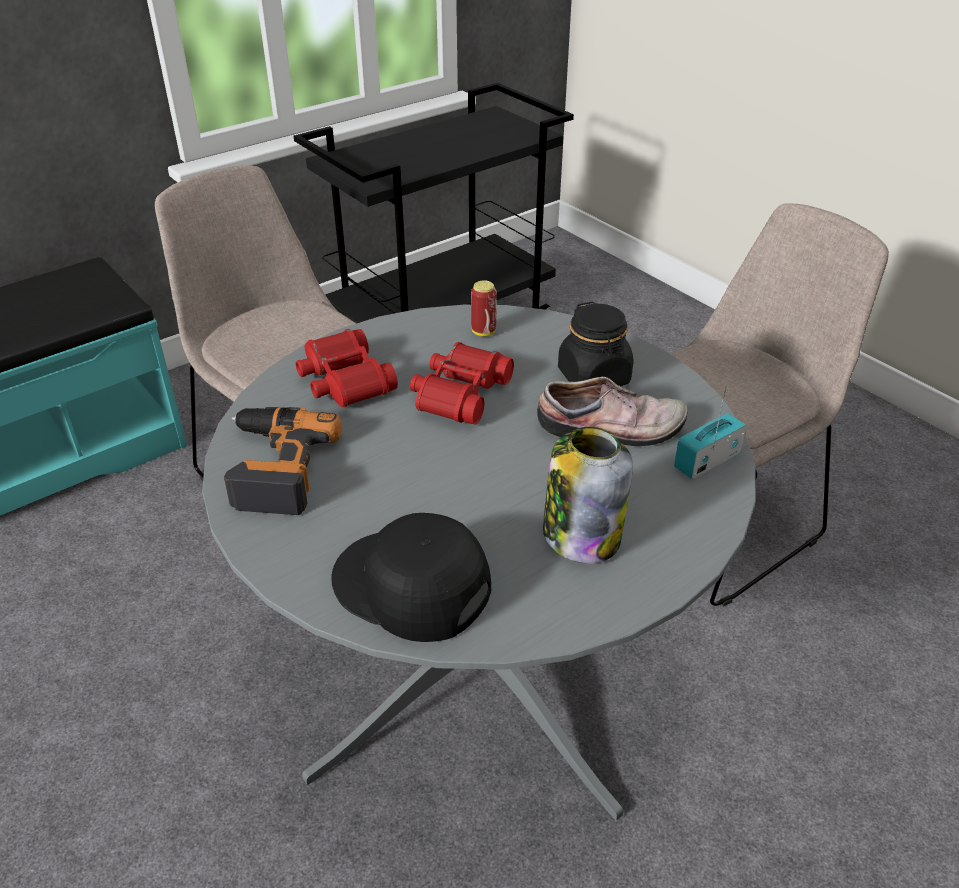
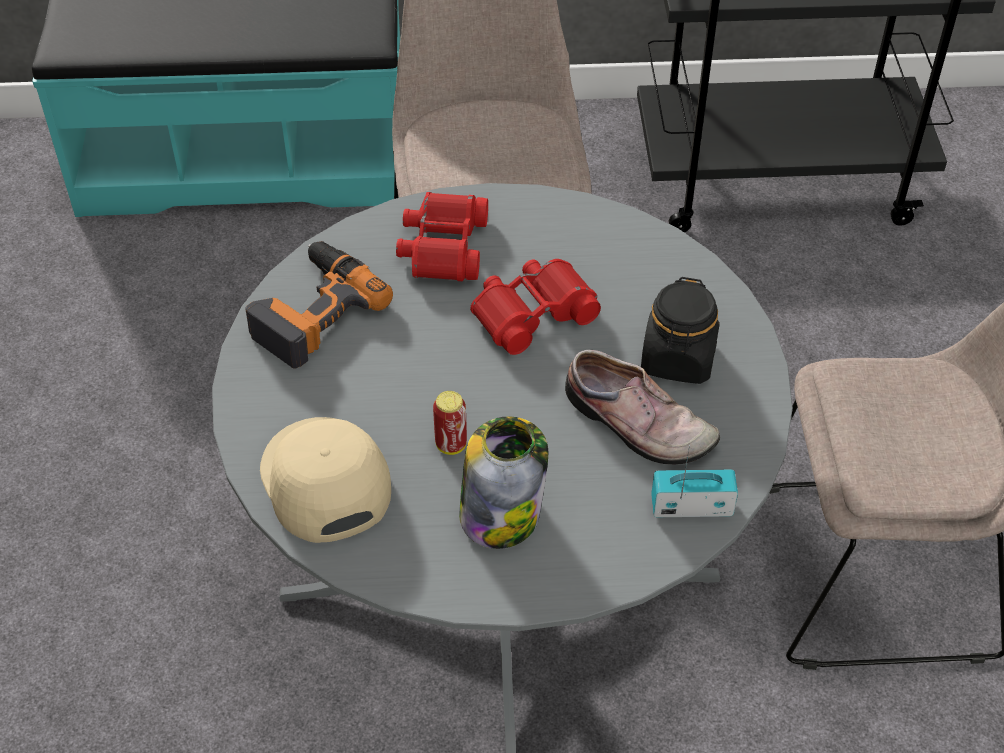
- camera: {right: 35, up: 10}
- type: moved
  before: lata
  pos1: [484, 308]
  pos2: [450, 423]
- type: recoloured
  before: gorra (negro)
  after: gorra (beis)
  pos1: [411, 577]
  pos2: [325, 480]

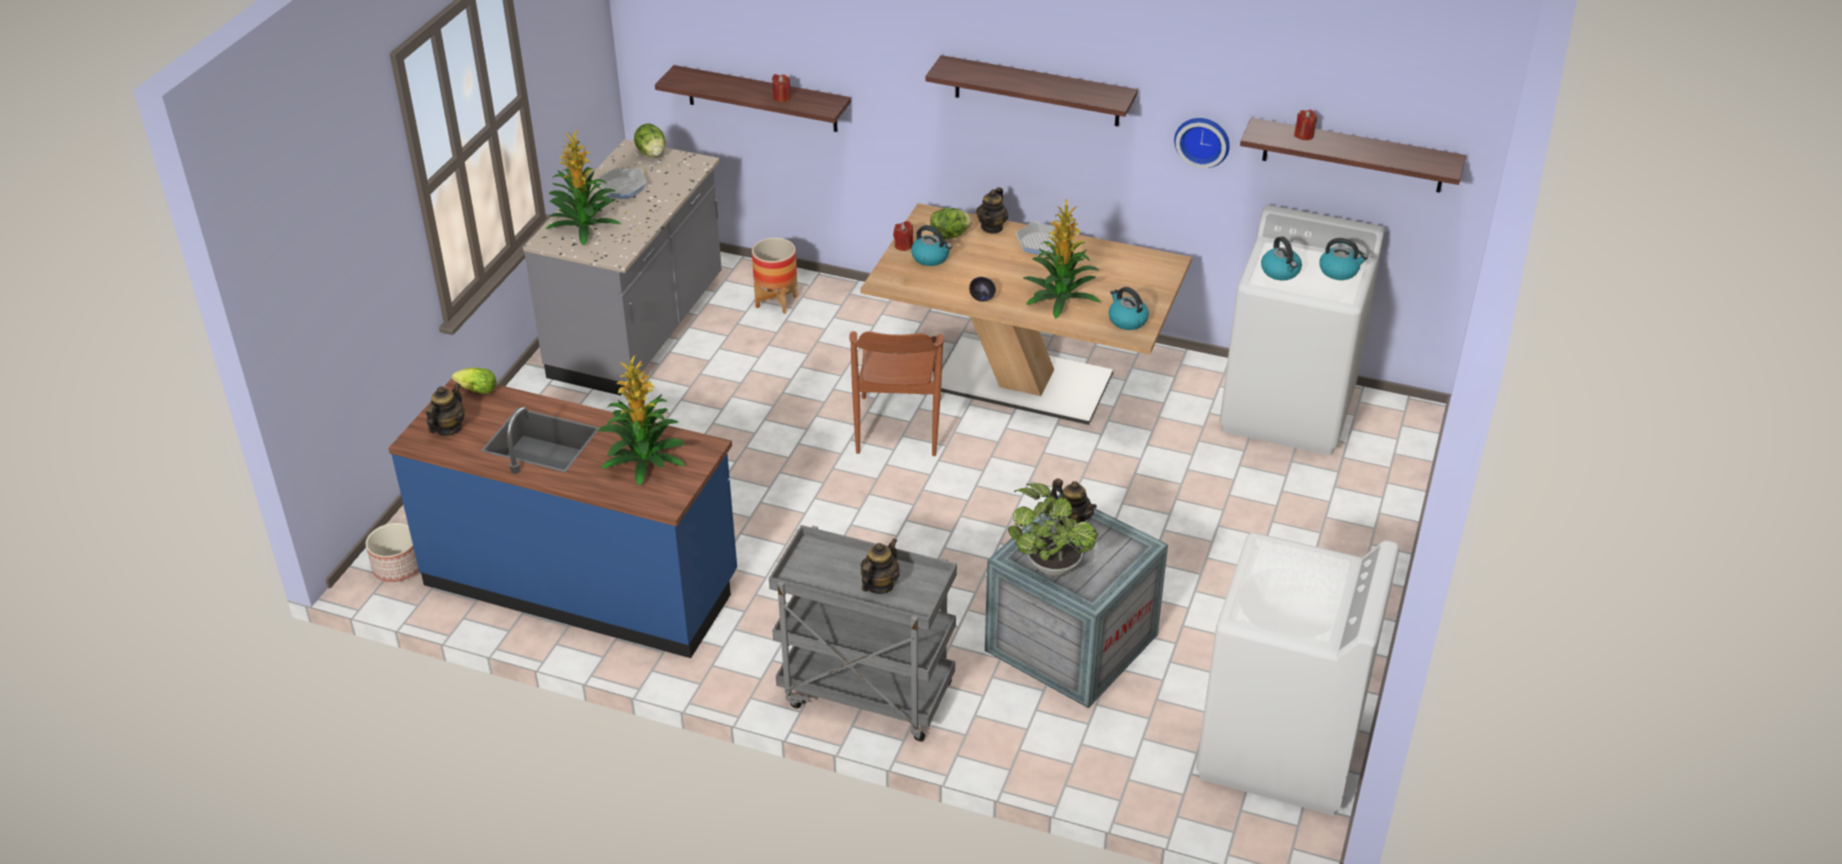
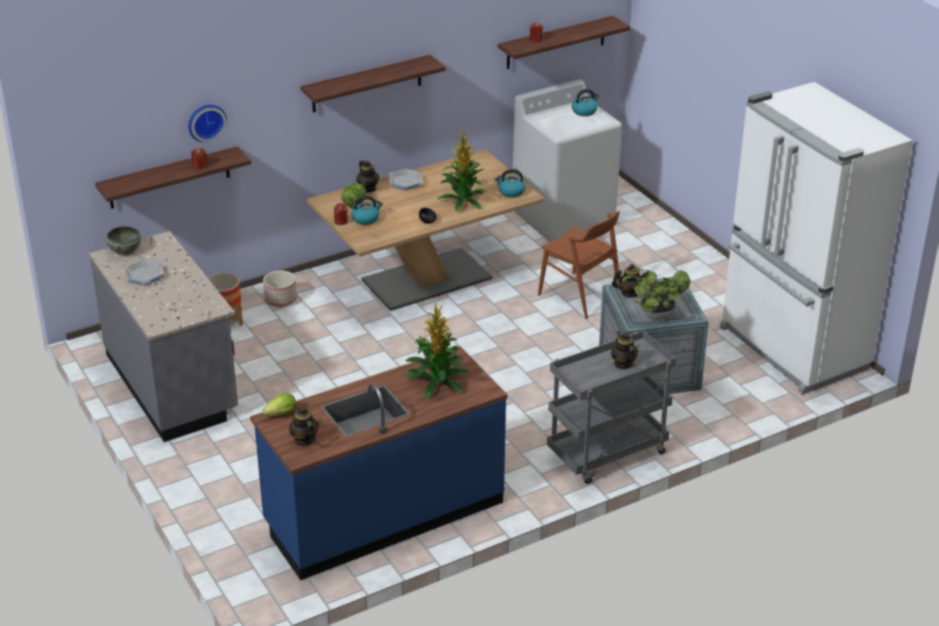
- camera: {right: -50, up: -5}
- type: moved
  before: reloj de pared
  pos1: [1202, 143]
  pos2: [207, 123]
- type: replaced
  before: lechuga
  after: cuenco (gris)
  pos1: [650, 140]
  pos2: [123, 241]
- type: removed
  before: planta en maceta
  pos1: [583, 187]
- type: removed
  before: hervidor
  pos1: [1281, 258]
- type: moved
  before: silla (marrón)
  pos1: [896, 393]
  pos2: [579, 265]
- type: moved
  before: maceta
  pos1: [392, 552]
  pos2: [280, 289]
- type: replaced
  before: lavadora (blanco)
  after: nevera (blanco)
  pos1: [1298, 674]
  pos2: [816, 238]

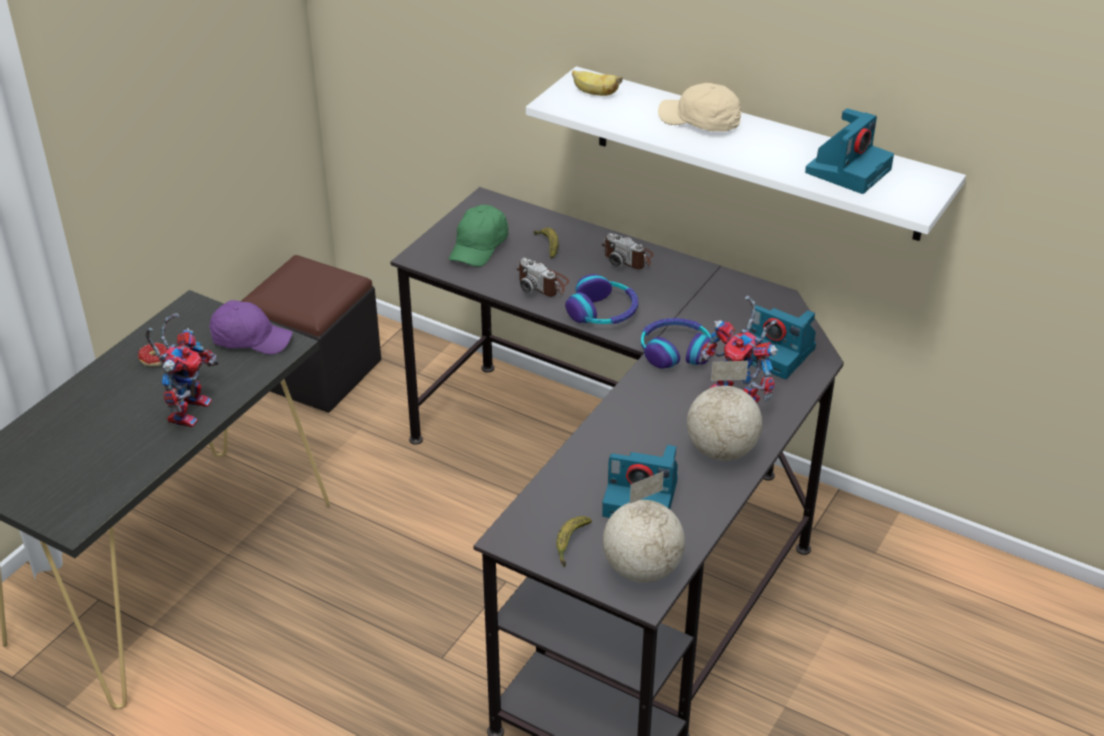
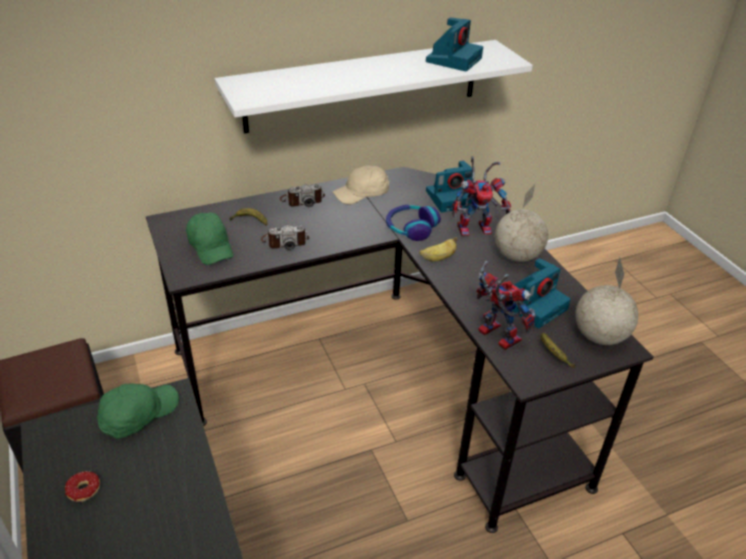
- camera: {right: -55, up: 0}
- type: moved
  before: plátano
  pos1: [597, 83]
  pos2: [438, 249]
- type: moved
  before: gorra (beis)
  pos1: [699, 107]
  pos2: [360, 185]
- type: turned
  before: cámara
  pos1: [849, 151]
  pos2: [454, 44]
  turn: 45
- type: removed
  before: auriculares
  pos1: [601, 299]
- type: recoloured
  before: gorra (morado)
  after: gorra (verde)
  pos1: [251, 327]
  pos2: [138, 411]
- type: moved
  before: robot de juguete
  pos1: [182, 370]
  pos2: [506, 305]

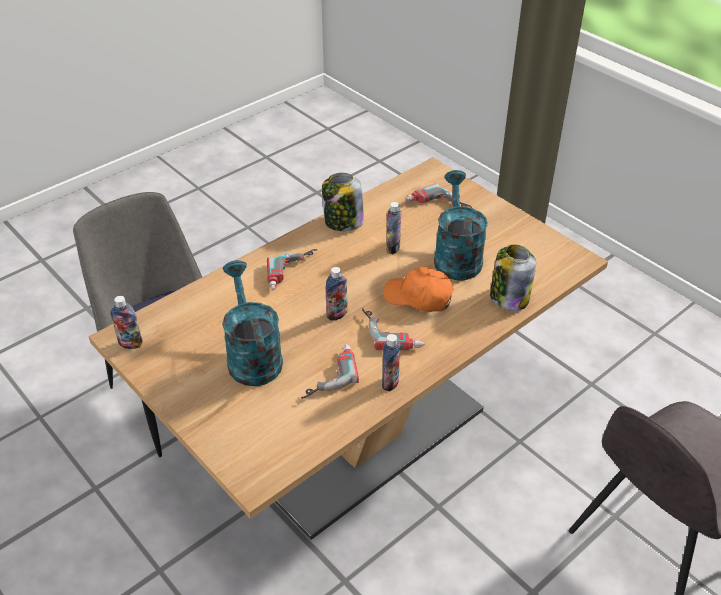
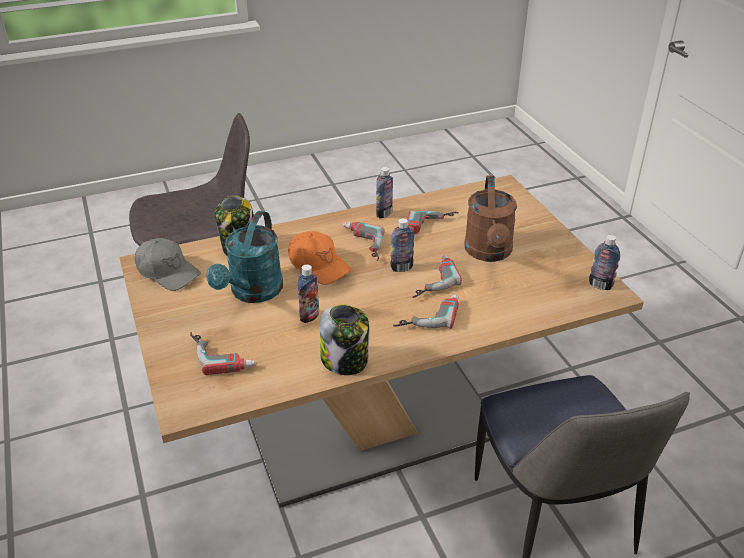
- camera: {right: -160, up: -5}
- type: recoloured
  before: regadera (turquesa)
  after: regadera (marrón)
  pos1: [252, 323]
  pos2: [490, 219]
- type: added
  after: gorra (gris)
  pos2: [168, 264]
- type: added
  after: taladro
  pos2: [437, 276]

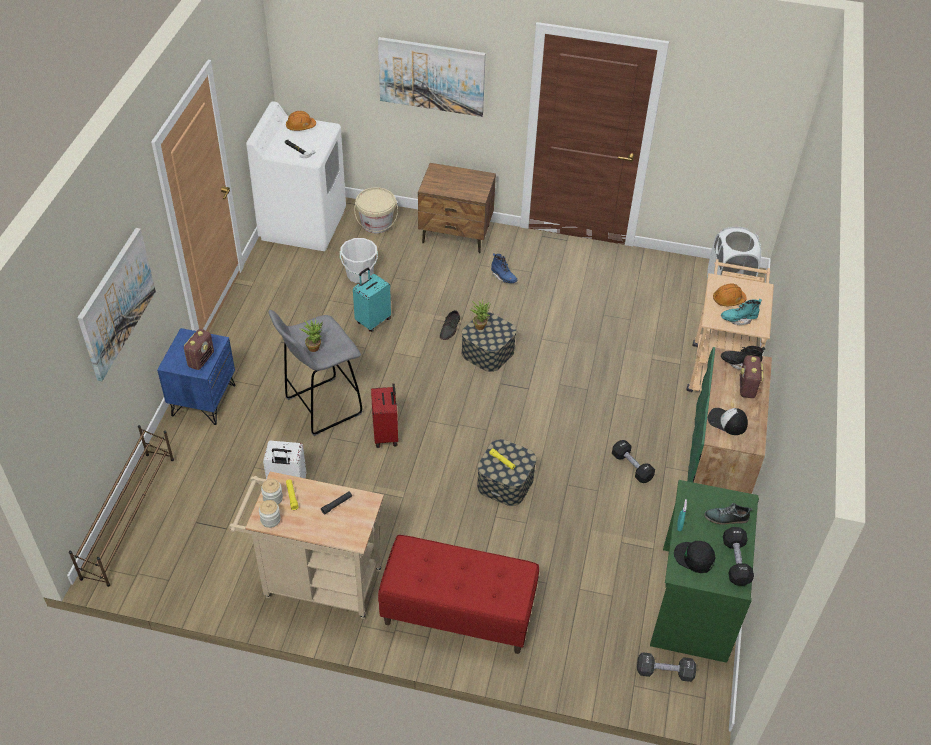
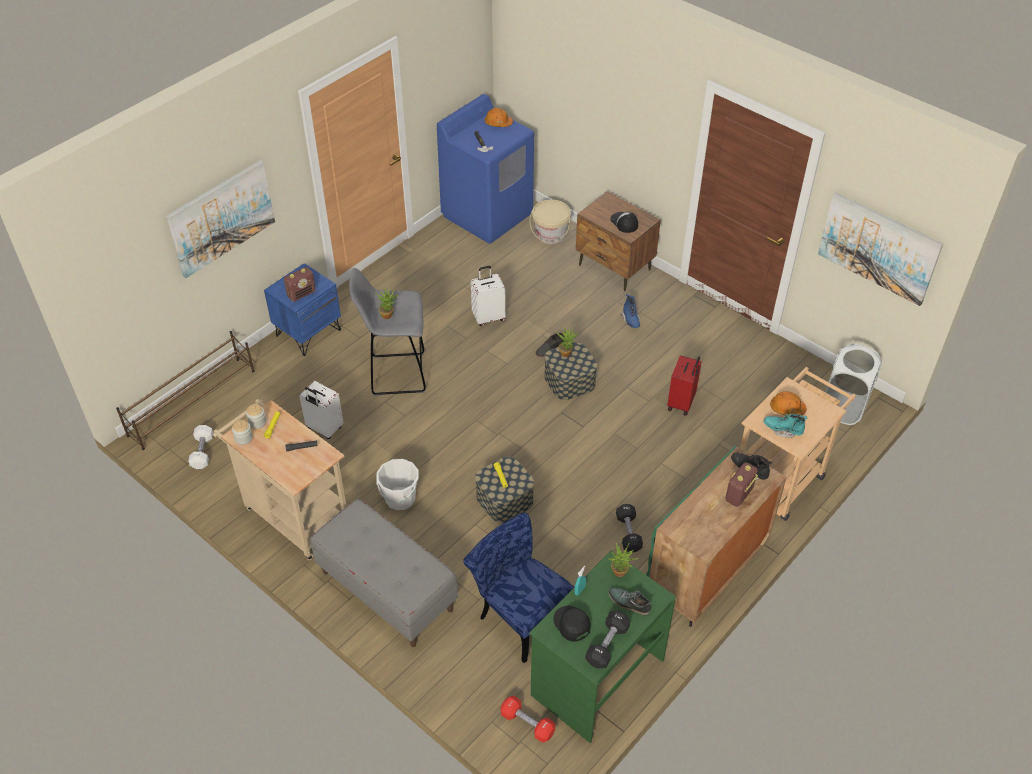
- camera: {right: 30, up: 0}
- type: moved
  before: cuadro
  pos1: [432, 77]
  pos2: [880, 249]
- type: recoloured
  before: lavadora (blanco)
  after: lavadora (azul)
  pos1: [296, 176]
  pos2: [485, 169]
- type: moved
  before: cubo (blanco)
  pos1: [359, 260]
  pos2: [397, 484]
- type: recoloured
  before: maleta (turquesa)
  after: maleta (blanco)
  pos1: [372, 300]
  pos2: [488, 296]
- type: moved
  before: maleta (rojo)
  pos1: [384, 415]
  pos2: [684, 385]
- type: moved
  before: gorra
  pos1: [728, 421]
  pos2: [624, 222]
- type: recoloured
  before: banco (rojo)
  after: banco (gris)
  pos1: [458, 594]
  pos2: [384, 573]
- type: recoloured
  before: mancuerna (negro)
  after: mancuerna (rojo)
  pos1: [666, 667]
  pos2: [528, 719]
- type: added
  after: mancuerna (blanco)
  pos2: [200, 447]
- type: added
  after: silla (azul)
  pos2: [518, 588]
- type: added
  after: planta en maceta
  pos2: [623, 560]

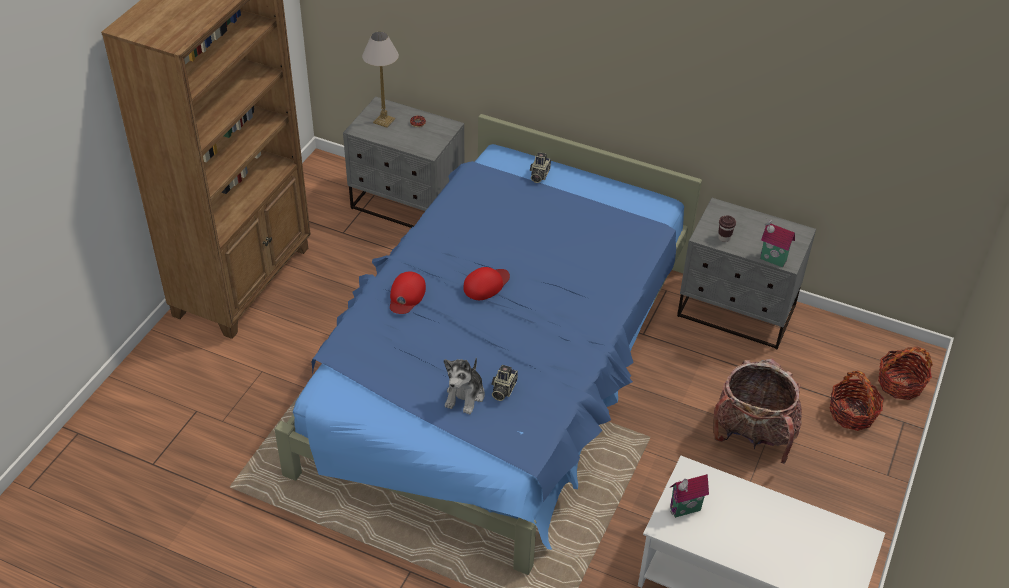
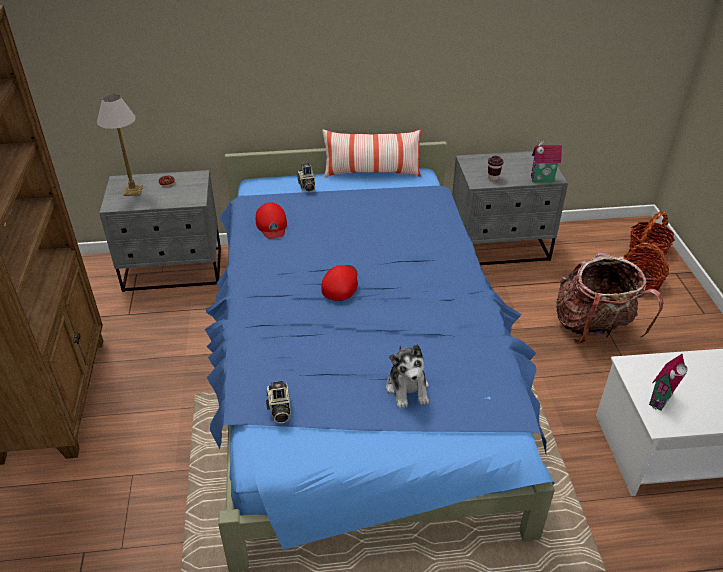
- camera: {right: -30, up: -5}
- type: moved
  before: gorra (rojo)
  pos1: [408, 292]
  pos2: [271, 220]
- type: moved
  before: cámara
  pos1: [505, 383]
  pos2: [278, 402]
- type: added
  after: cojín
  pos2: [372, 153]

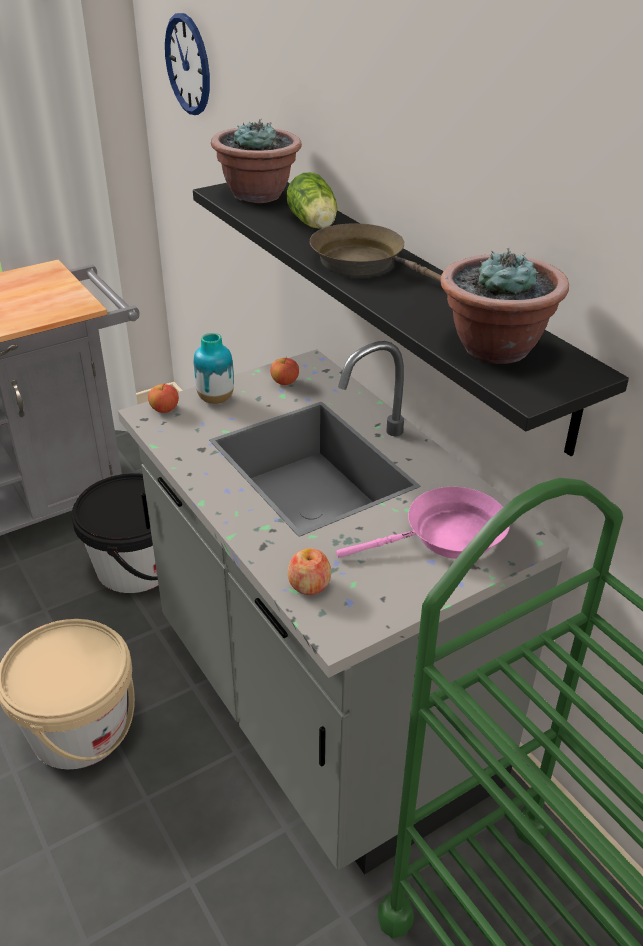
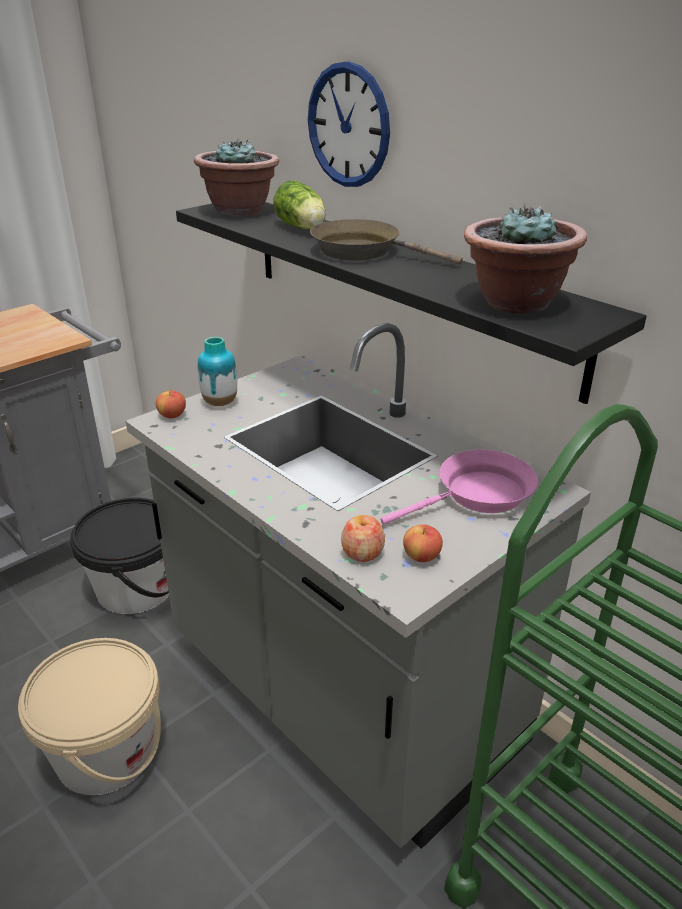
- camera: {right: -10, up: -5}
- type: moved
  before: reloj de pared
  pos1: [187, 64]
  pos2: [349, 124]
- type: moved
  before: manzana
  pos1: [284, 370]
  pos2: [423, 543]

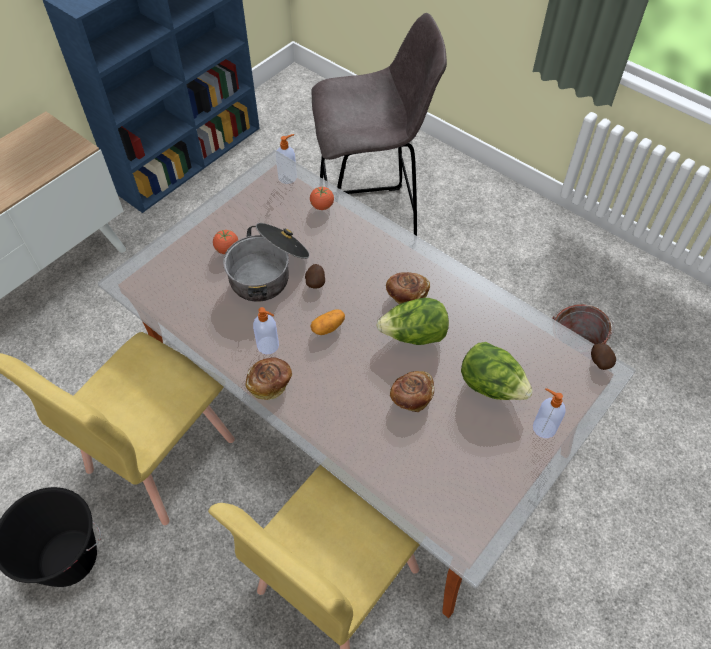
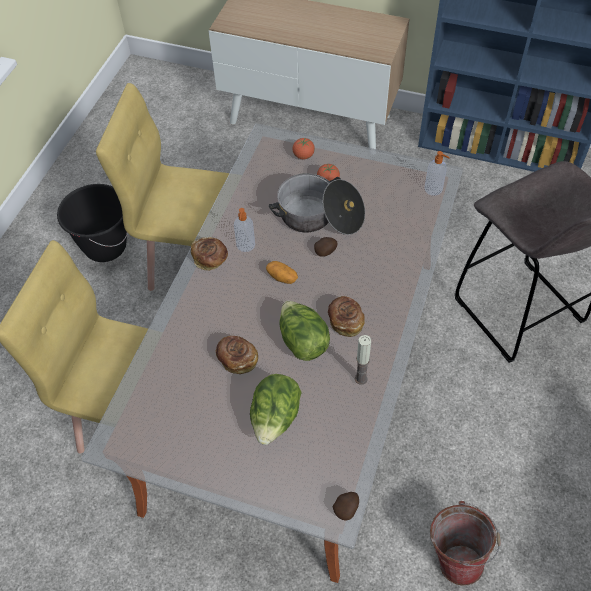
- camera: {right: 70, up: 0}
- type: moved
  before: tomate
  pos1: [322, 198]
  pos2: [303, 148]
- type: removed
  before: dispensador de jabón
  pos1: [549, 413]
- type: added
  after: vela
  pos2: [363, 360]

